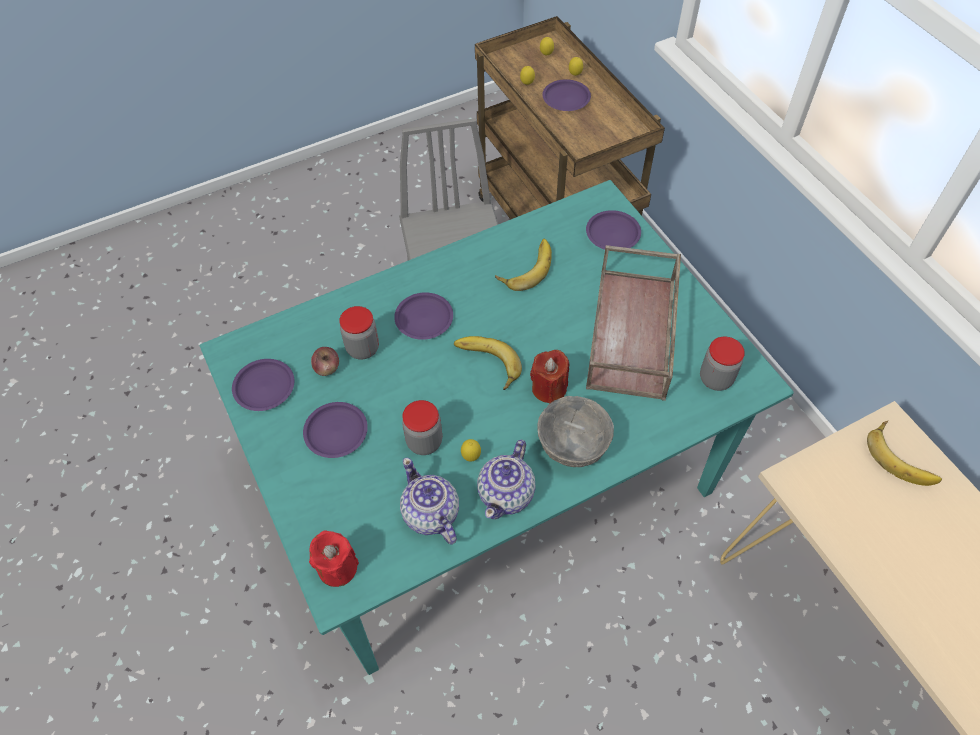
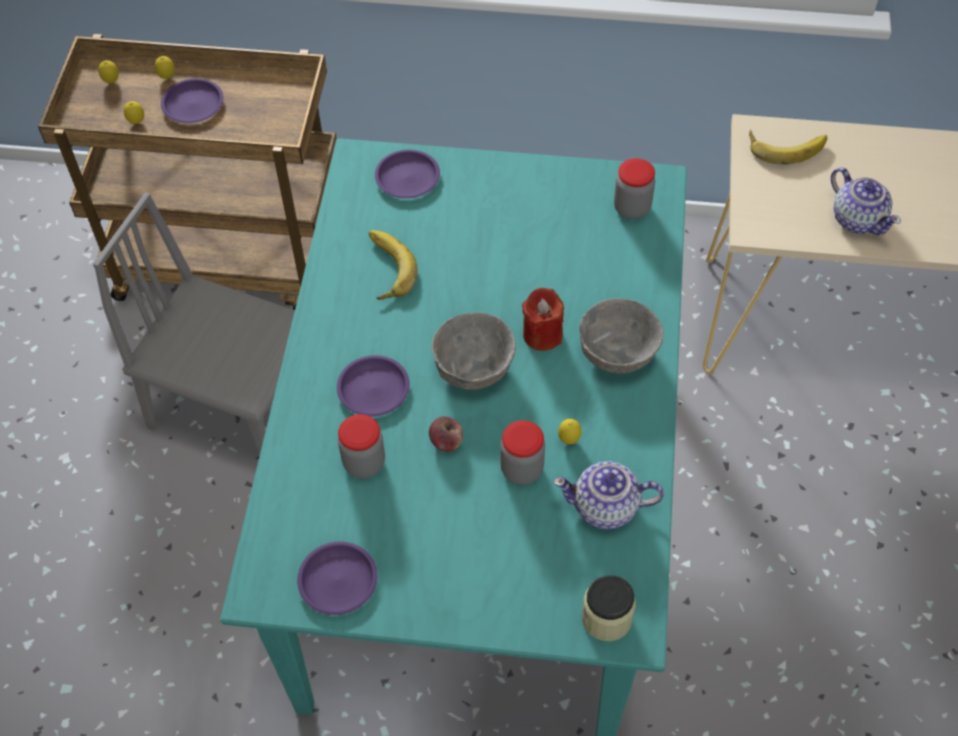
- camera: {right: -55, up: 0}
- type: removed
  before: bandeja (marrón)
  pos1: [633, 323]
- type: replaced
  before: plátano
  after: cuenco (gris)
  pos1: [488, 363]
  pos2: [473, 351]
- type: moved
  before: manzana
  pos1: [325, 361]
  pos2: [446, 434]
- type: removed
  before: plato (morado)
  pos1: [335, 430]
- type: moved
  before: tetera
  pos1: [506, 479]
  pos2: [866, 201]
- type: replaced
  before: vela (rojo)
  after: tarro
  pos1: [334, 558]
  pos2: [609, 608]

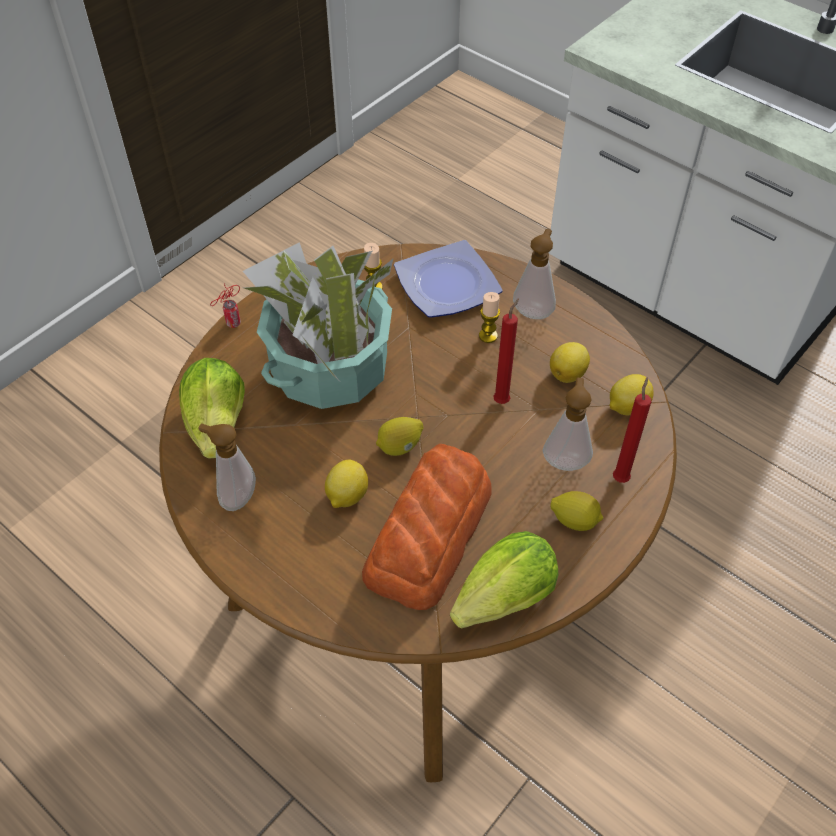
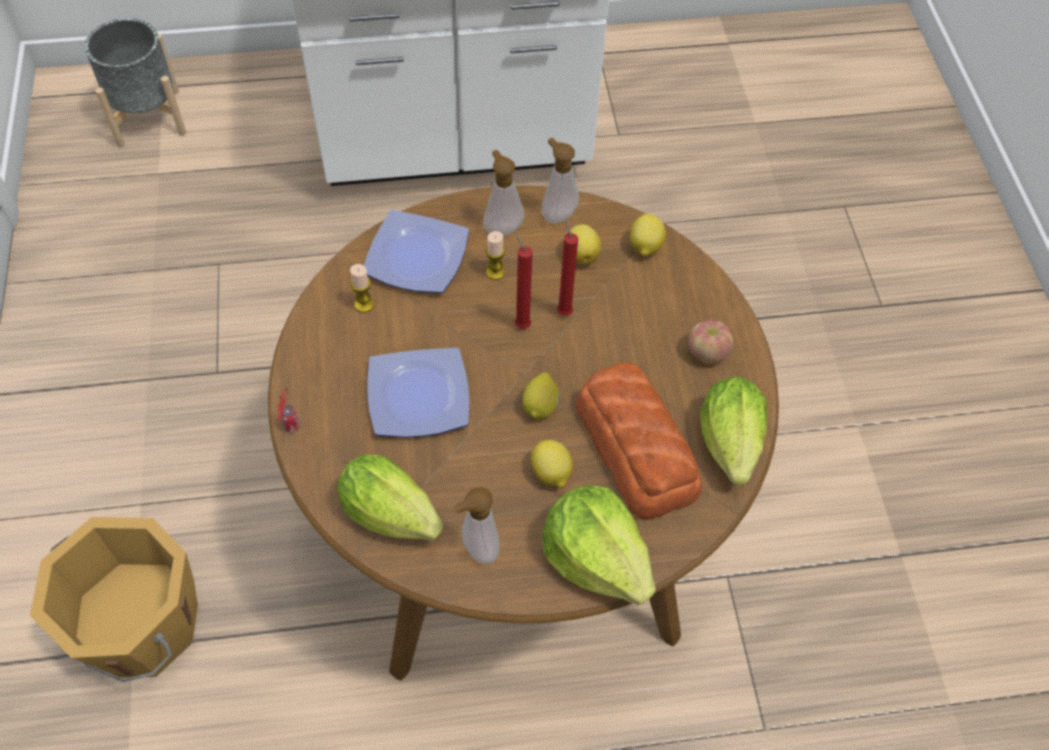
- camera: {right: -50, up: 5}
- type: replaced
  before: planta en maceta
  after: plato
  pos1: [318, 325]
  pos2: [418, 393]
- type: moved
  before: vela (rojo)
  pos1: [632, 430]
  pos2: [524, 281]
- type: moved
  before: dispensador de jabón
  pos1: [568, 424]
  pos2: [560, 180]
- type: replaced
  before: limón
  after: manzana
  pos1: [577, 511]
  pos2: [710, 342]
- type: added
  after: maceta (gris)
  pos2: [136, 82]
- type: added
  after: lechuga
  pos2: [598, 545]
- type: added
  after: cubo (naranja)
  pos2: [114, 599]

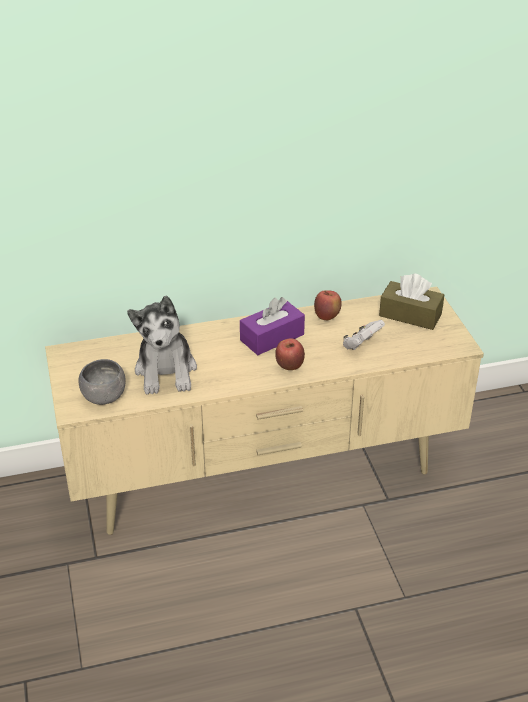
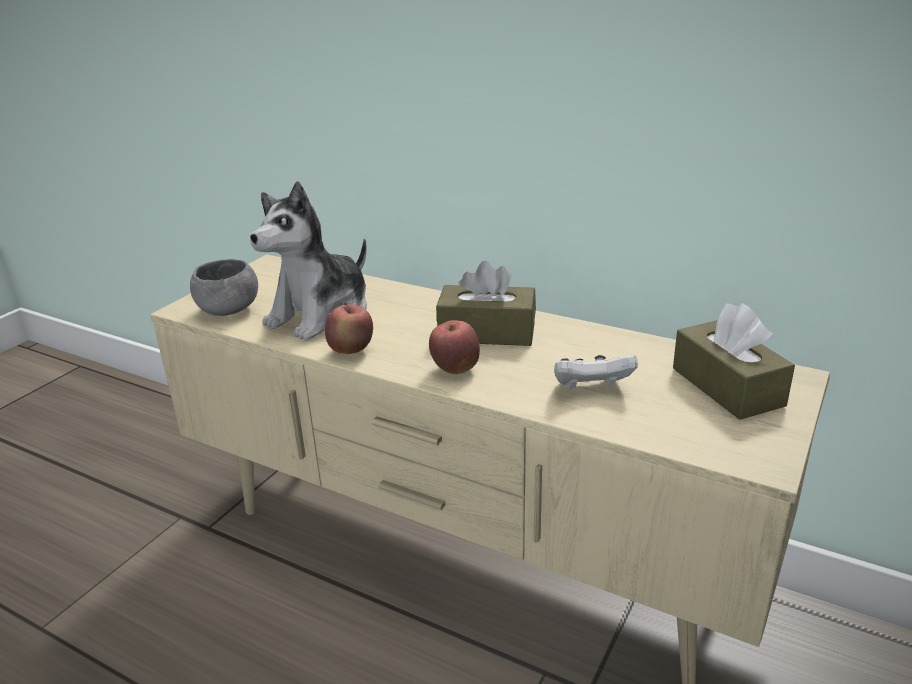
- camera: {right: 45, up: -10}
- type: moved
  before: manzana
  pos1: [328, 305]
  pos2: [349, 328]
- type: recoloured
  before: caja de pañuelos (morado)
  after: caja de pañuelos (marrón)
  pos1: [272, 326]
  pos2: [486, 303]

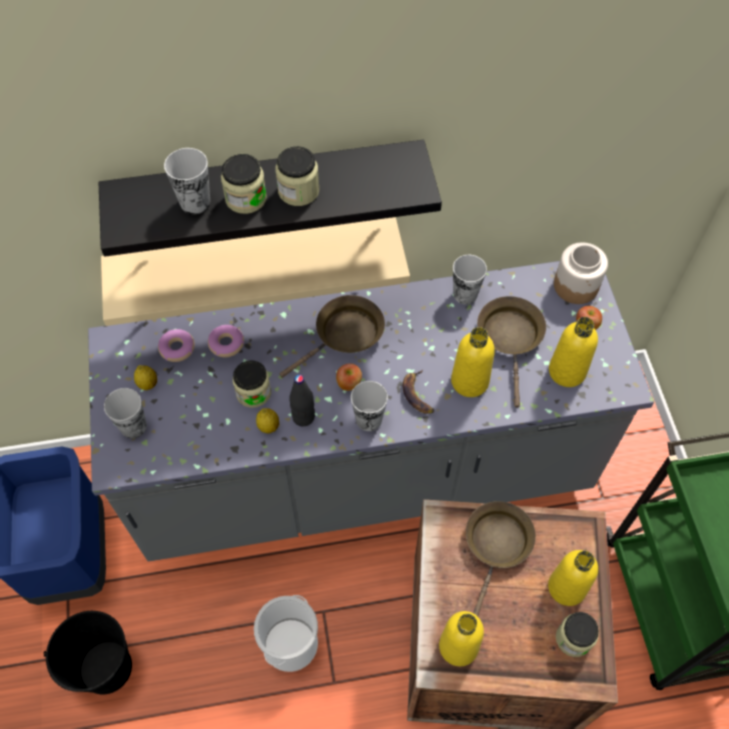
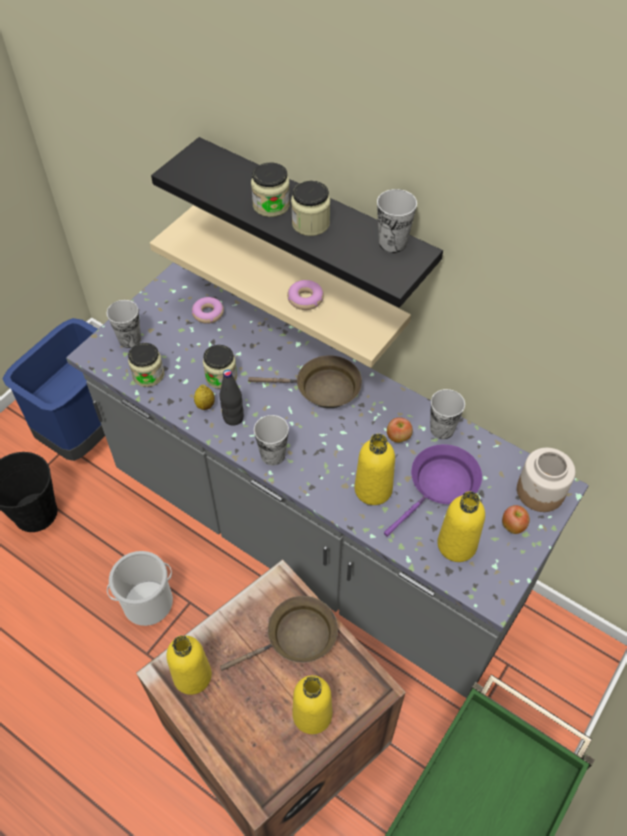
- camera: {right: 45, up: -5}
- type: moved
  before: taza
  pos1: [187, 181]
  pos2: [397, 221]
- type: recoloured
  before: sartén (marrón)
  after: sartén (morado)
  pos1: [511, 352]
  pos2: [433, 490]
- type: moved
  before: rosquilla
  pos1: [226, 341]
  pos2: [305, 295]
- type: moved
  before: manzana
  pos1: [349, 377]
  pos2: [400, 430]
- type: removed
  before: limón
  pos1: [145, 377]
- type: removed
  before: plátano
  pos1: [418, 392]
- type: moved
  before: tarro
  pos1: [577, 634]
  pos2: [146, 365]

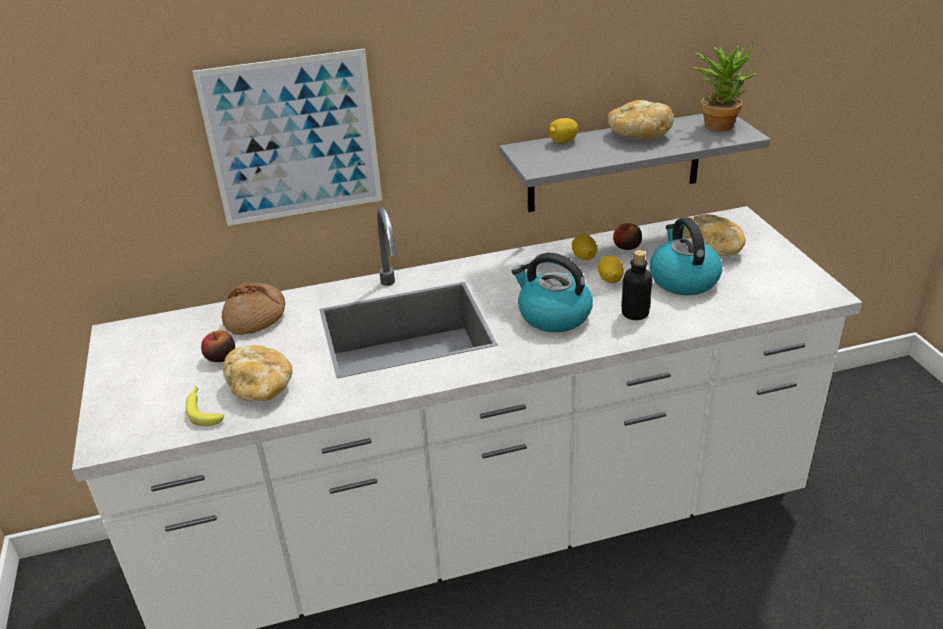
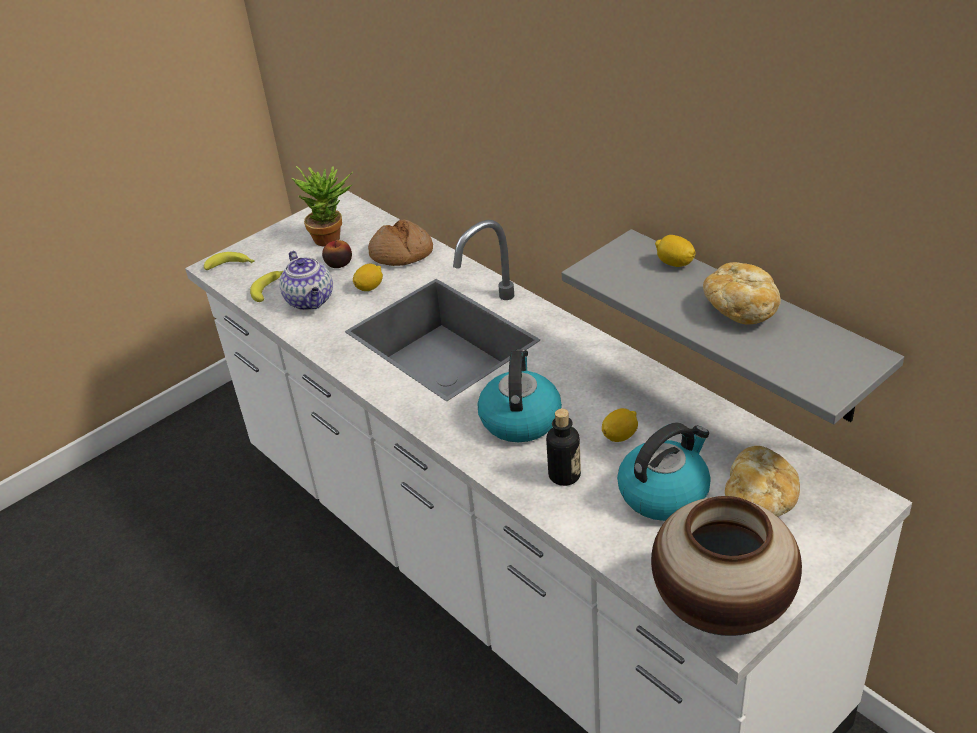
- camera: {right: 65, up: 5}
- type: moved
  before: planta en maceta
  pos1: [725, 87]
  pos2: [322, 206]
- type: removed
  before: cuadro
  pos1: [287, 137]
- type: removed
  before: manzana
  pos1: [627, 236]
- type: moved
  before: limón
  pos1: [584, 247]
  pos2: [368, 277]
- type: replaced
  before: pan
  after: tetera
  pos1: [257, 373]
  pos2: [306, 280]
- type: added
  after: plátano
  pos2: [229, 261]
- type: added
  after: florero
  pos2: [726, 566]

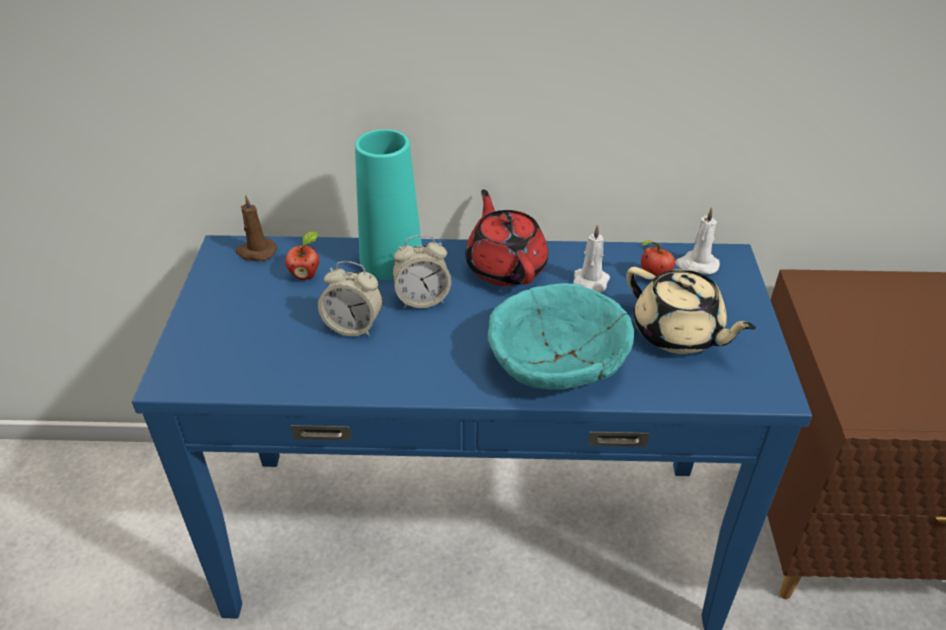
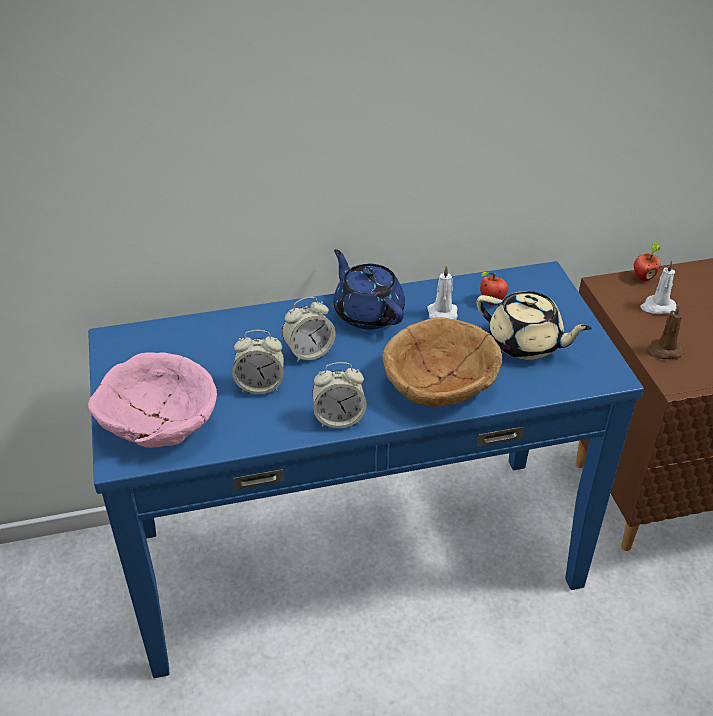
- camera: {right: -15, up: 0}
- type: removed
  before: florero (turquesa)
  pos1: [388, 204]
- type: recoloured
  before: tetera (rojo)
  after: tetera (azul)
  pos1: [506, 237]
  pos2: [369, 289]
- type: moved
  before: vela (marrón)
  pos1: [256, 228]
  pos2: [665, 331]
- type: moved
  before: vela (blanco)
  pos1: [697, 240]
  pos2: [658, 287]
- type: moved
  before: manzana
  pos1: [302, 256]
  pos2: [647, 261]
- type: recoloured
  before: cuenco (turquesa)
  after: cuenco (marrón)
  pos1: [561, 336]
  pos2: [442, 362]
- type: added
  after: cuenco (rosa)
  pos2: [152, 400]
- type: added
  after: despertador
  pos2: [339, 395]

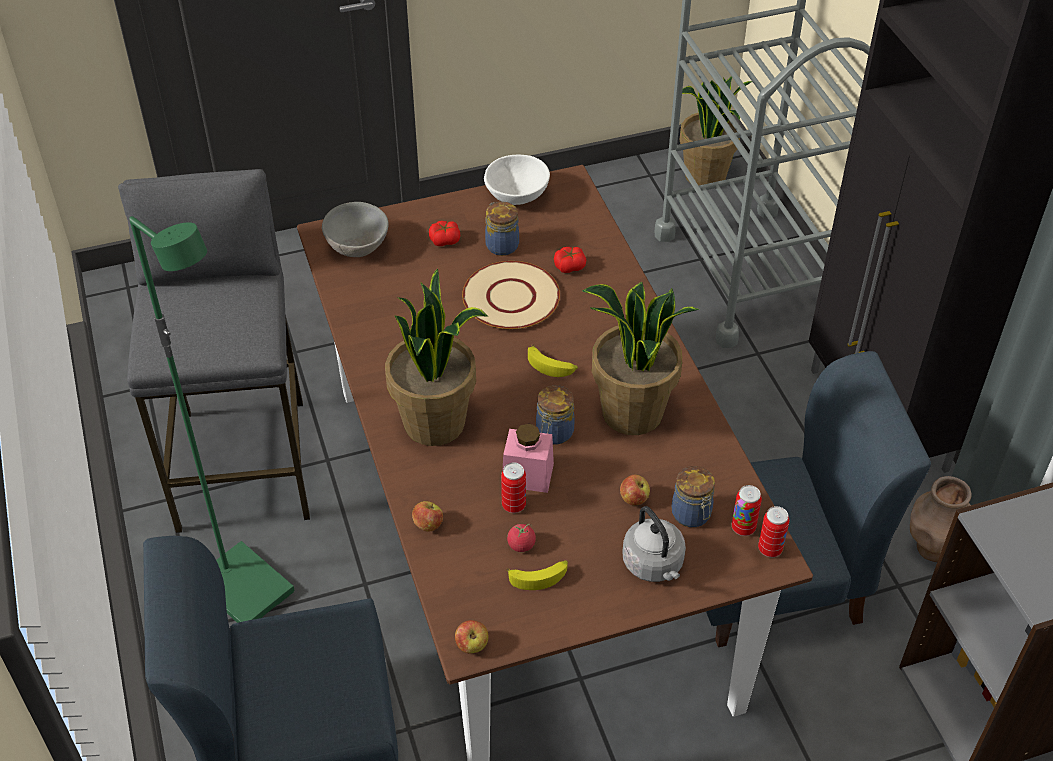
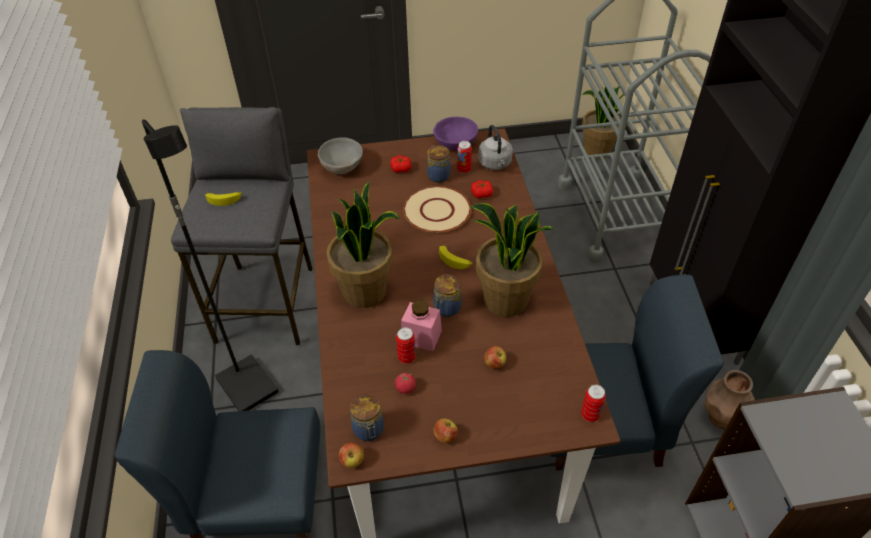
- camera: {right: 10, up: 0}
- type: recoloured
  before: cuenco (blanco)
  after: cuenco (morado)
  pos1: [517, 180]
  pos2: [455, 133]
- type: recoloured
  before: lámpara de pie (verde)
  after: lámpara de pie (negro)
  pos1: [212, 419]
  pos2: [210, 265]
- type: moved
  before: tarro
  pos1: [693, 496]
  pos2: [367, 417]
- type: moved
  before: lata
  pos1: [747, 510]
  pos2: [464, 157]
- type: moved
  before: manzana
  pos1: [427, 516]
  pos2: [446, 430]
- type: moved
  before: hervidor (gris)
  pos1: [654, 544]
  pos2: [495, 147]
- type: moved
  before: plátano
  pos1: [537, 575]
  pos2: [223, 199]

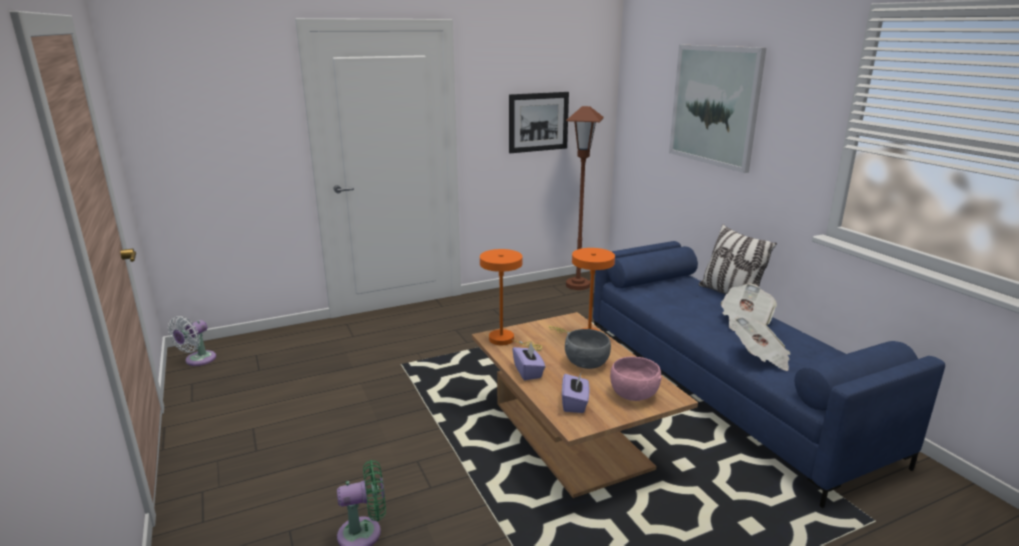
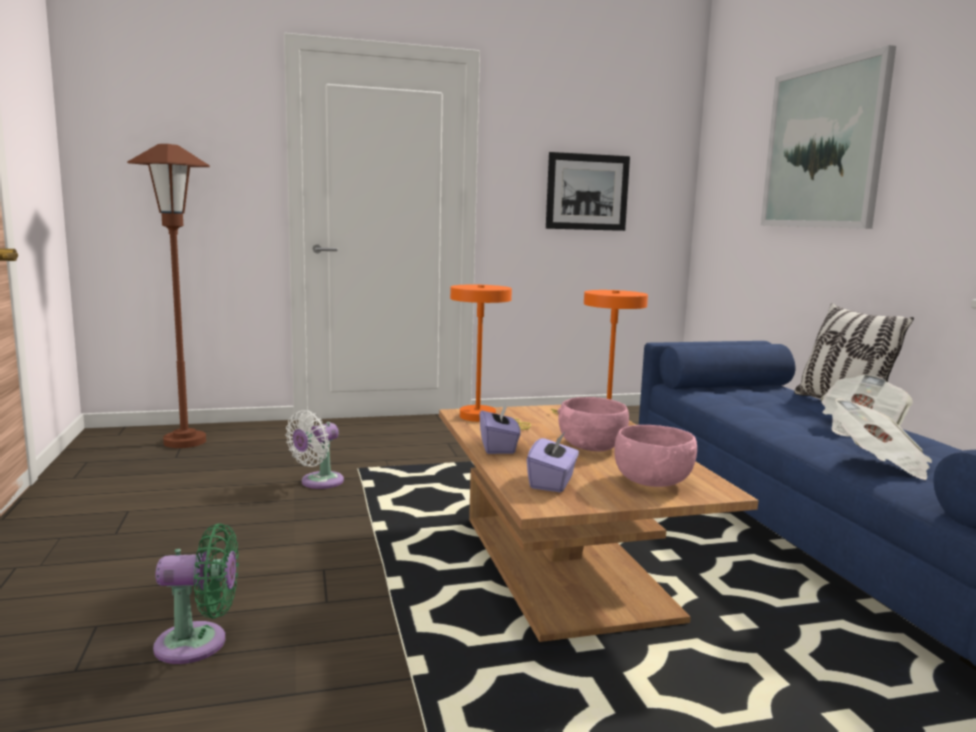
- camera: {right: 10, up: -10}
- type: moved
  before: lámpara de pie (marrón)
  pos1: [585, 198]
  pos2: [168, 296]
- type: moved
  before: ventilador (blanco)
  pos1: [192, 341]
  pos2: [314, 449]
- type: recoloured
  before: cuenco (gris)
  after: cuenco (rosa)
  pos1: [588, 349]
  pos2: [593, 424]

